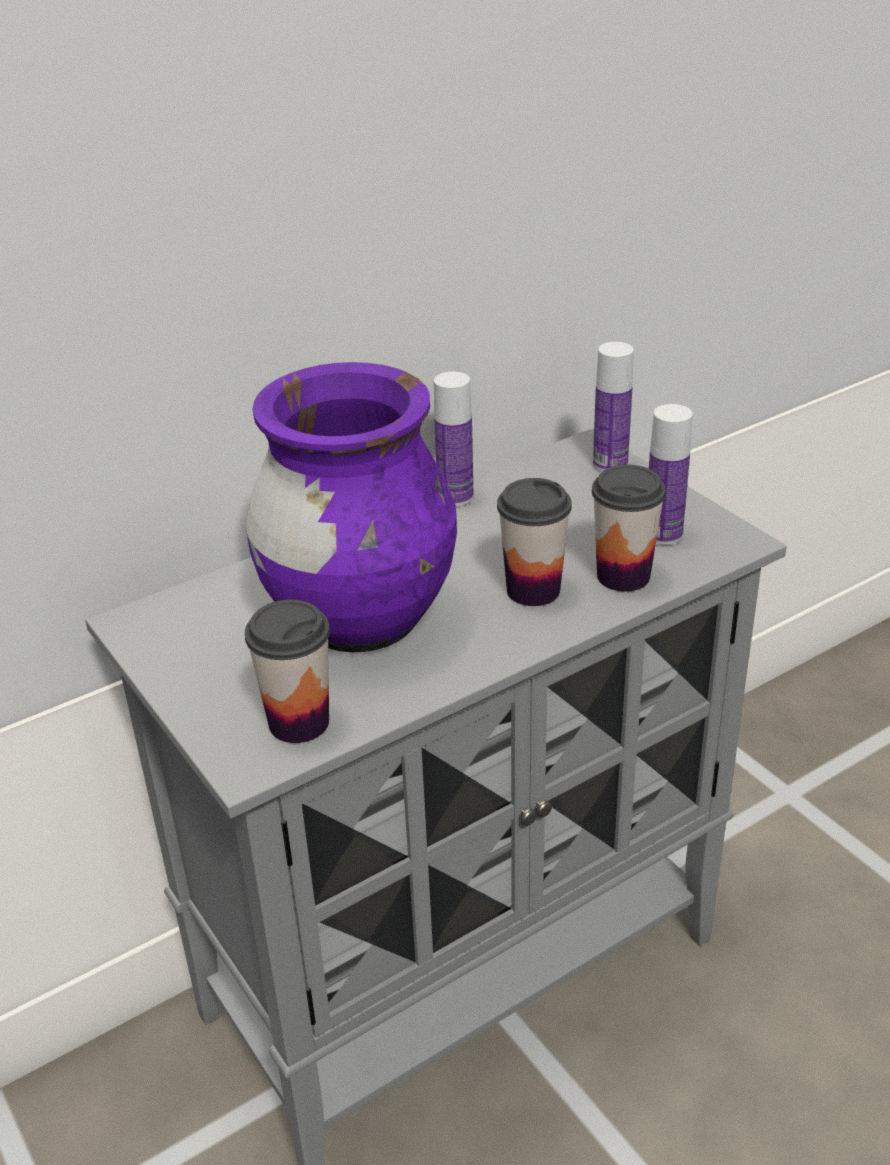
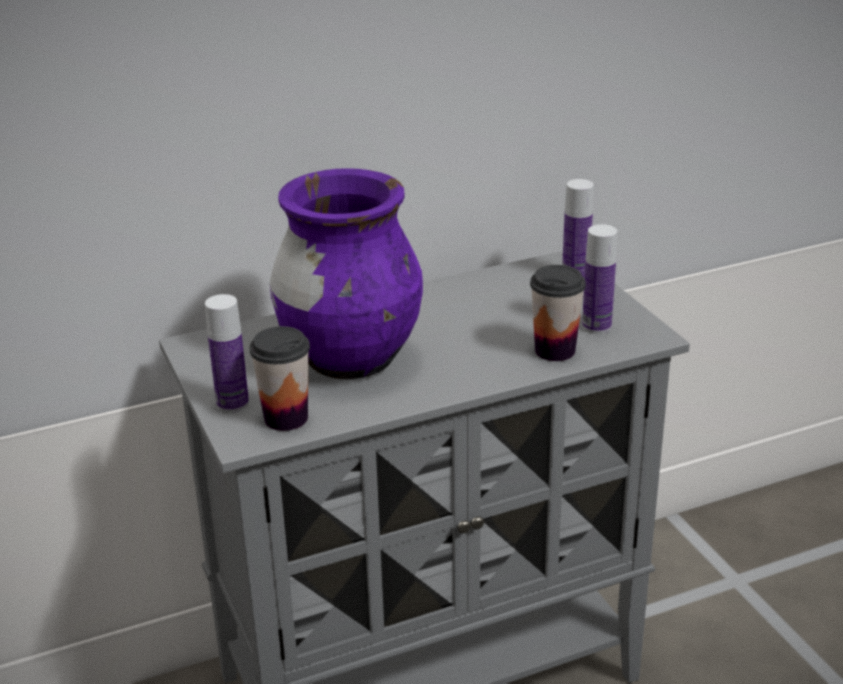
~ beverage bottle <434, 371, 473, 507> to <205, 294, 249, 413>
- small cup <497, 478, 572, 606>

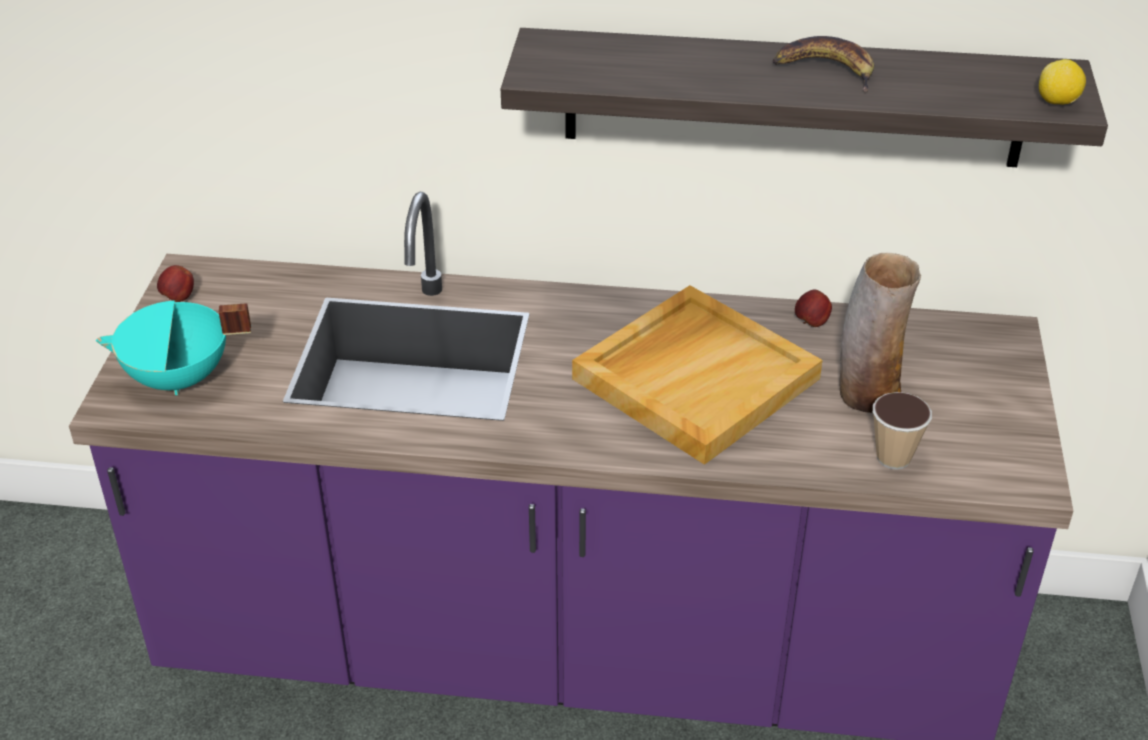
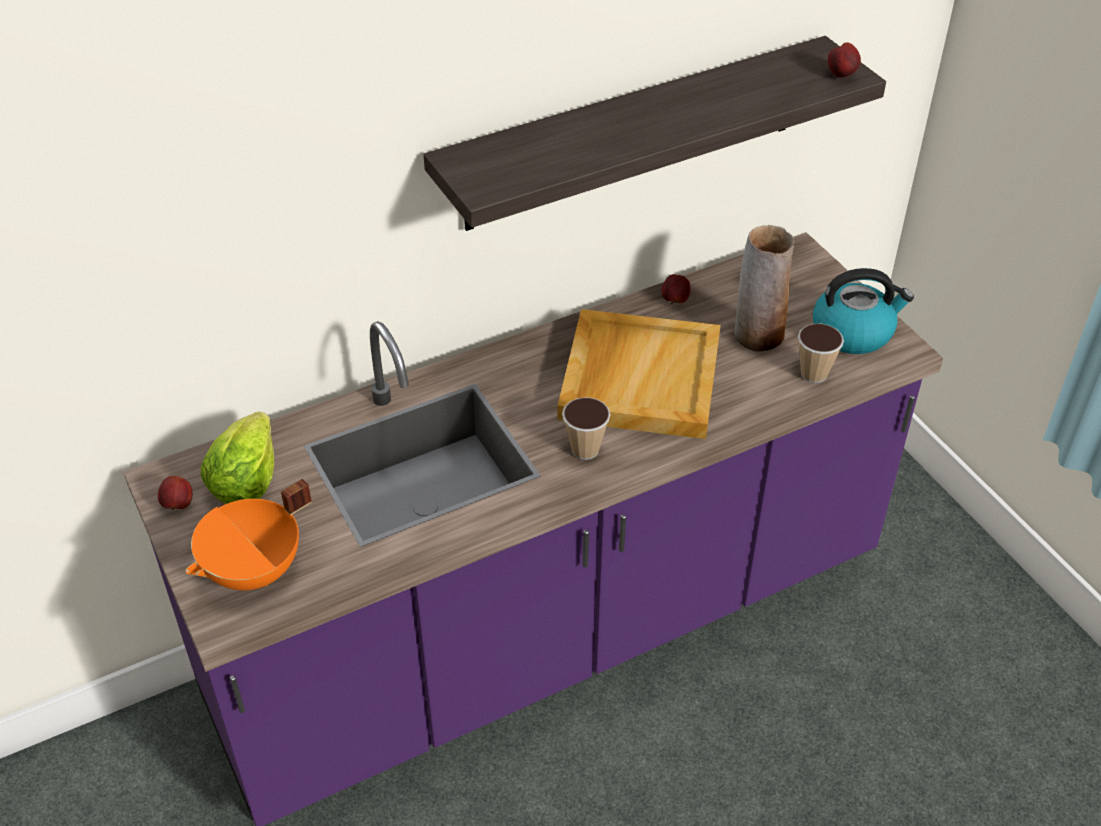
~ blue-green stockpot <96, 300, 251, 395> to orange stockpot <186, 479, 312, 590>
- whole banana <773, 36, 874, 93>
~ citrus fruit <1039, 59, 1086, 105> to whole apple <828, 42, 861, 78>
+ lettuce <201, 412, 274, 504>
+ small cup <562, 397, 610, 460>
+ water kettle <813, 268, 914, 354>

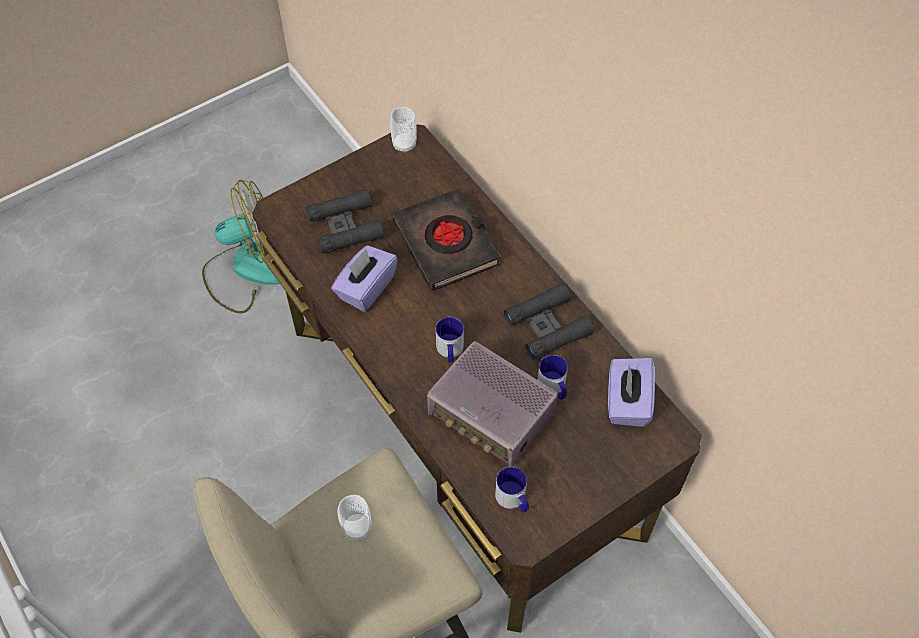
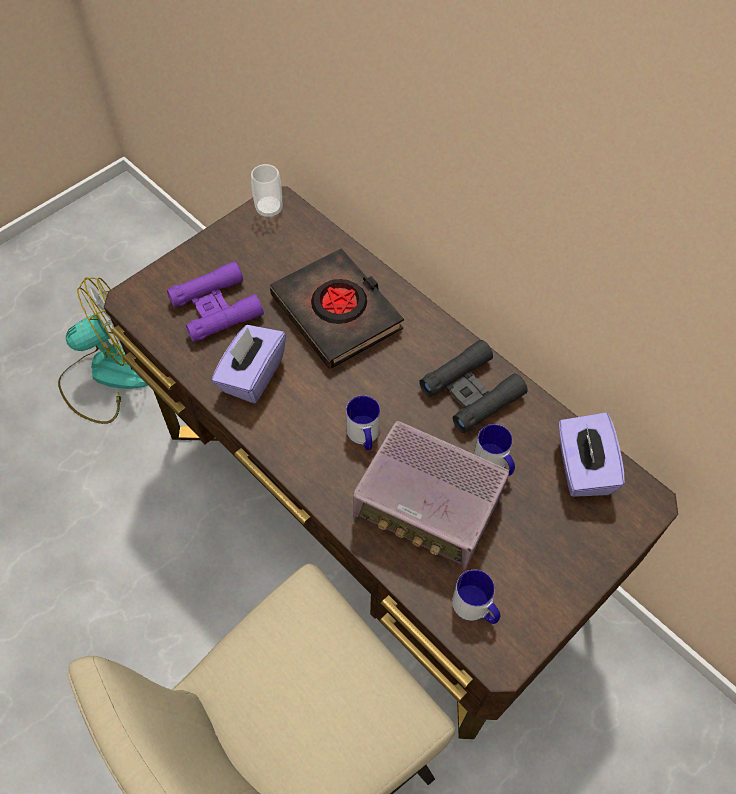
~ black binoculars <306, 189, 384, 254> to purple binoculars <167, 261, 264, 342>
- small cup <338, 495, 372, 541>

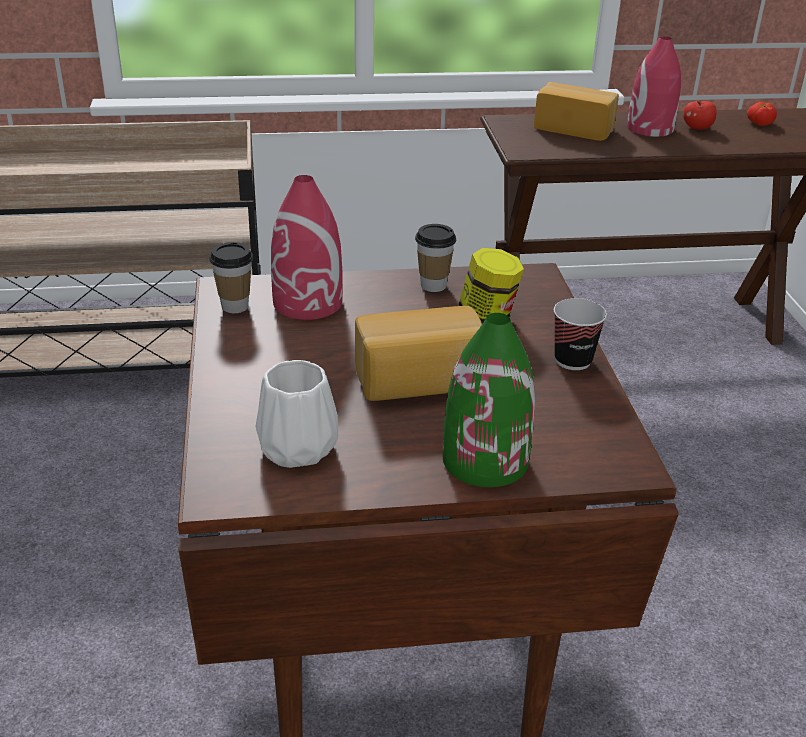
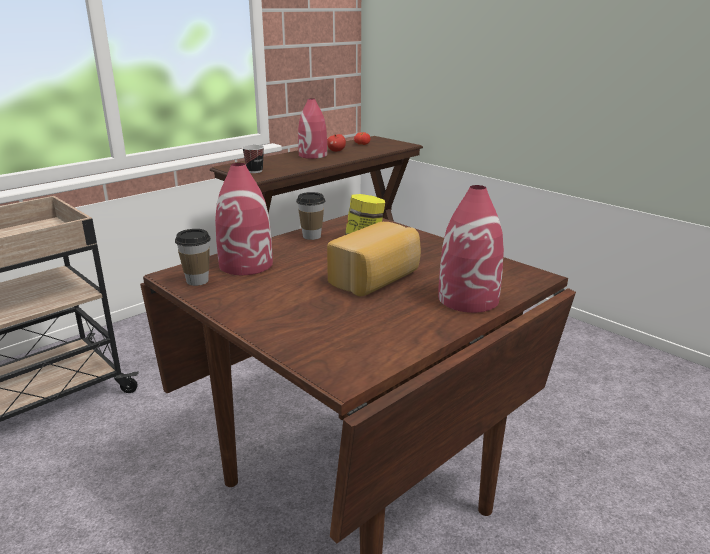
- whitish vase <256, 360, 338, 468>
~ green-coloured vase <443, 313, 535, 487> to red-coloured vase <438, 185, 504, 313>
- bakery bread <534, 82, 619, 141>
~ small cup <554, 298, 607, 370> to <242, 145, 264, 173>

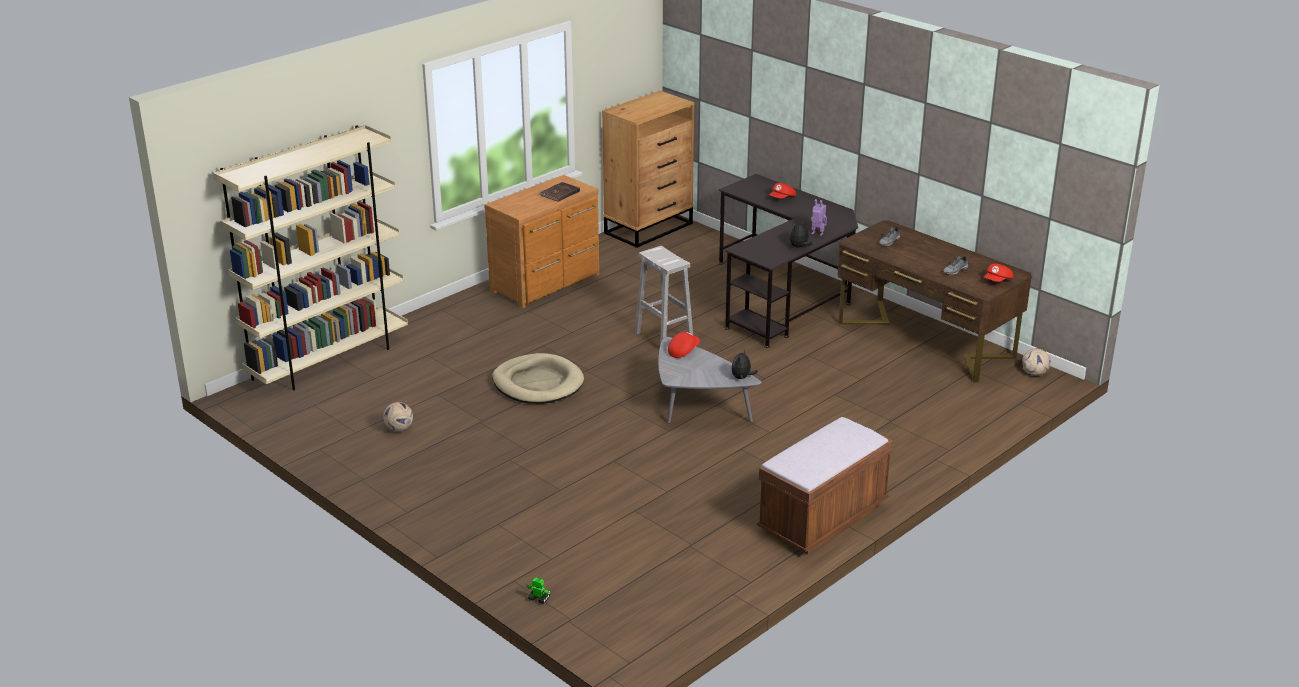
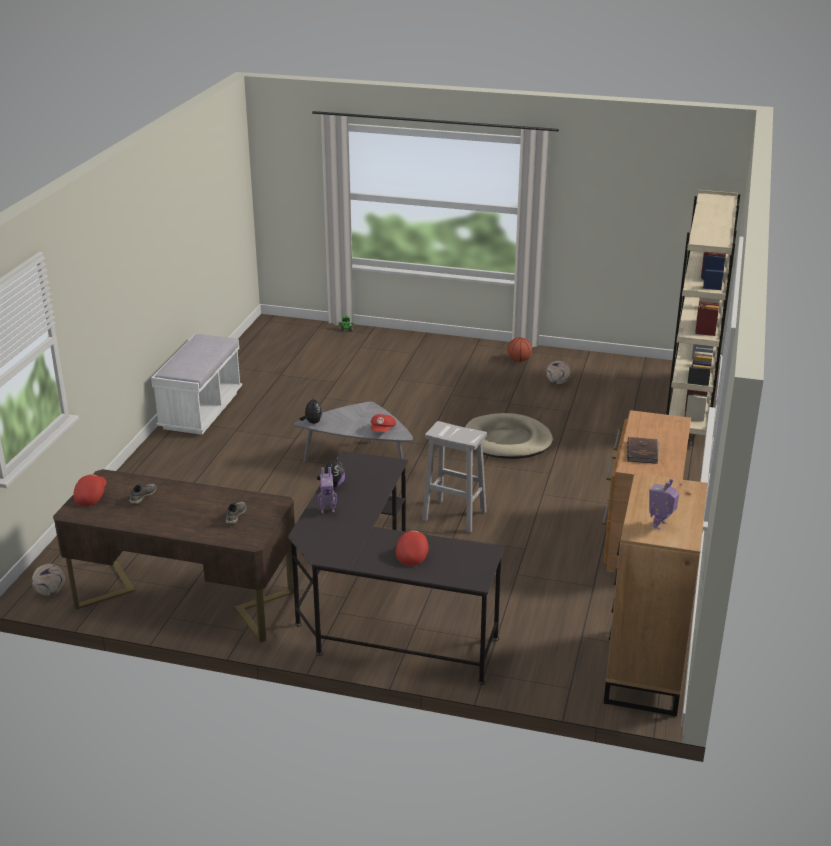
~ brownish indoor bench <757, 417, 894, 555> to whitish indoor bench <151, 334, 242, 435>
+ ball for basketball <507, 337, 532, 362>
+ robot figure <649, 478, 679, 530>

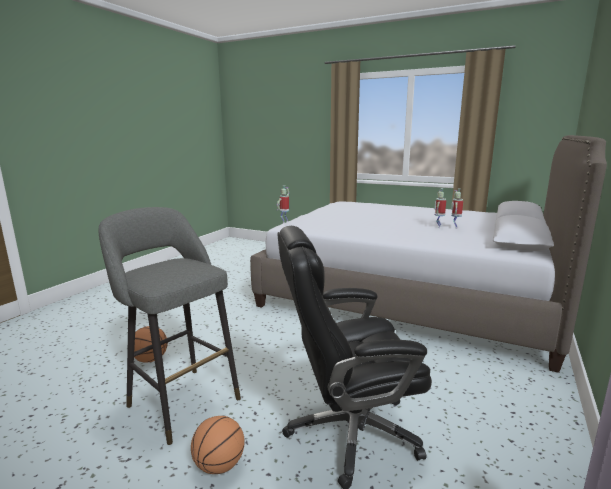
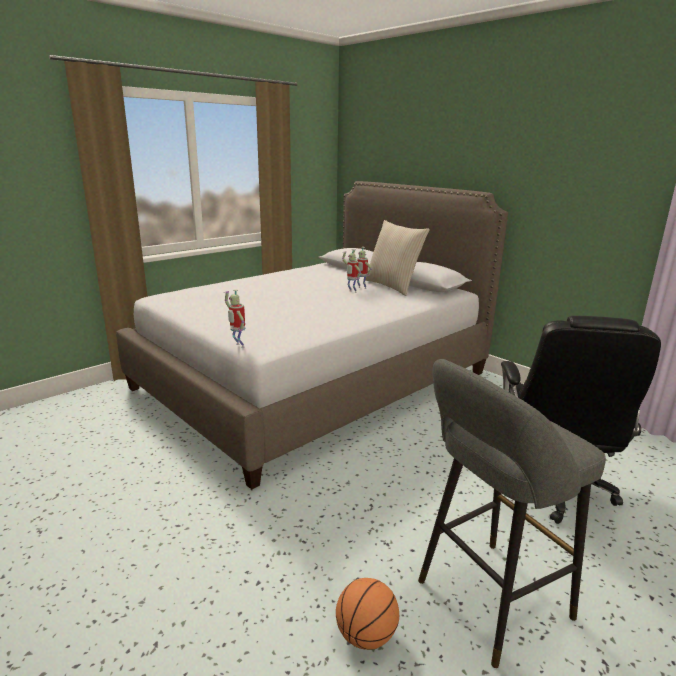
- ball for basketball <191, 416, 245, 474>
+ beige-coloured pillow <365, 220, 430, 296>

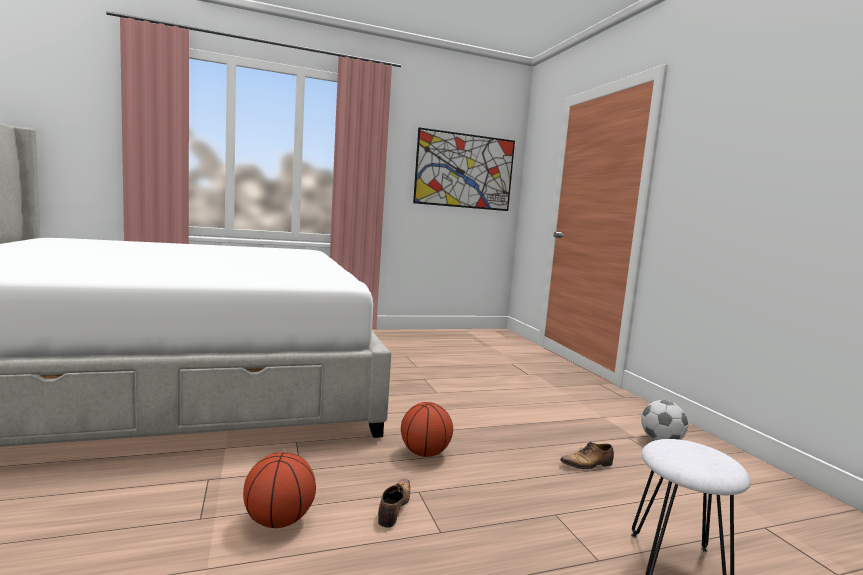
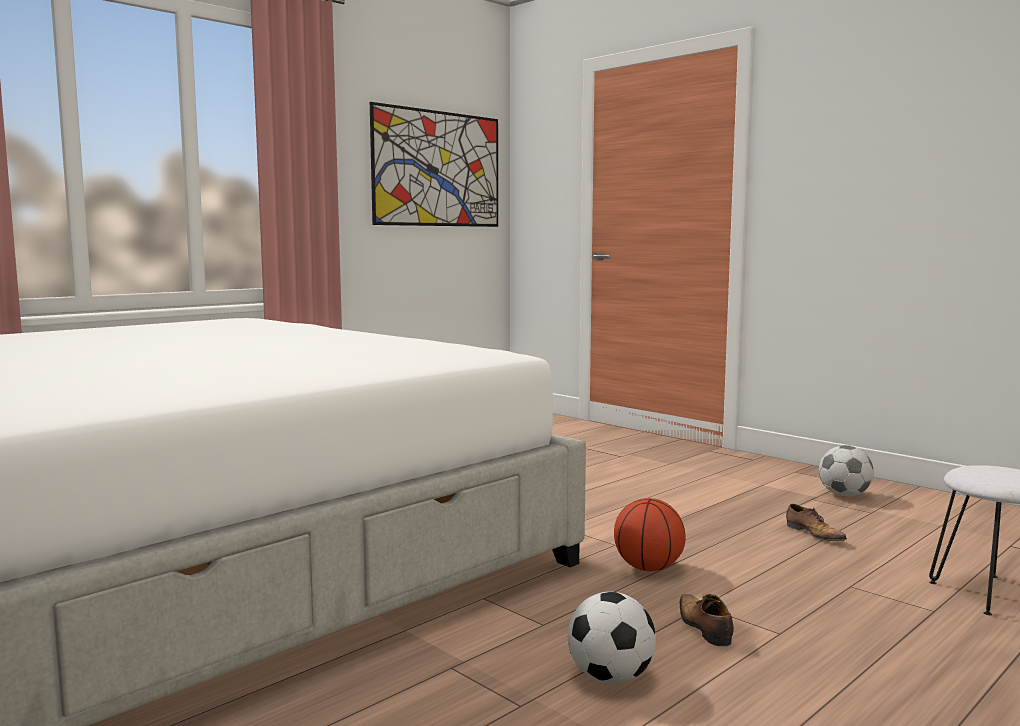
~ ball for basketball <243, 452, 316, 528> to football ball <568, 592, 656, 684>
~ item of footwear <560, 442, 614, 469> = <786, 504, 847, 541> 75 degrees counterclockwise

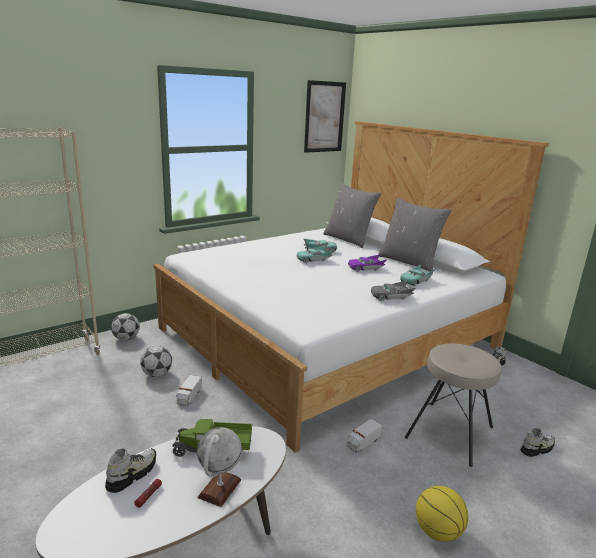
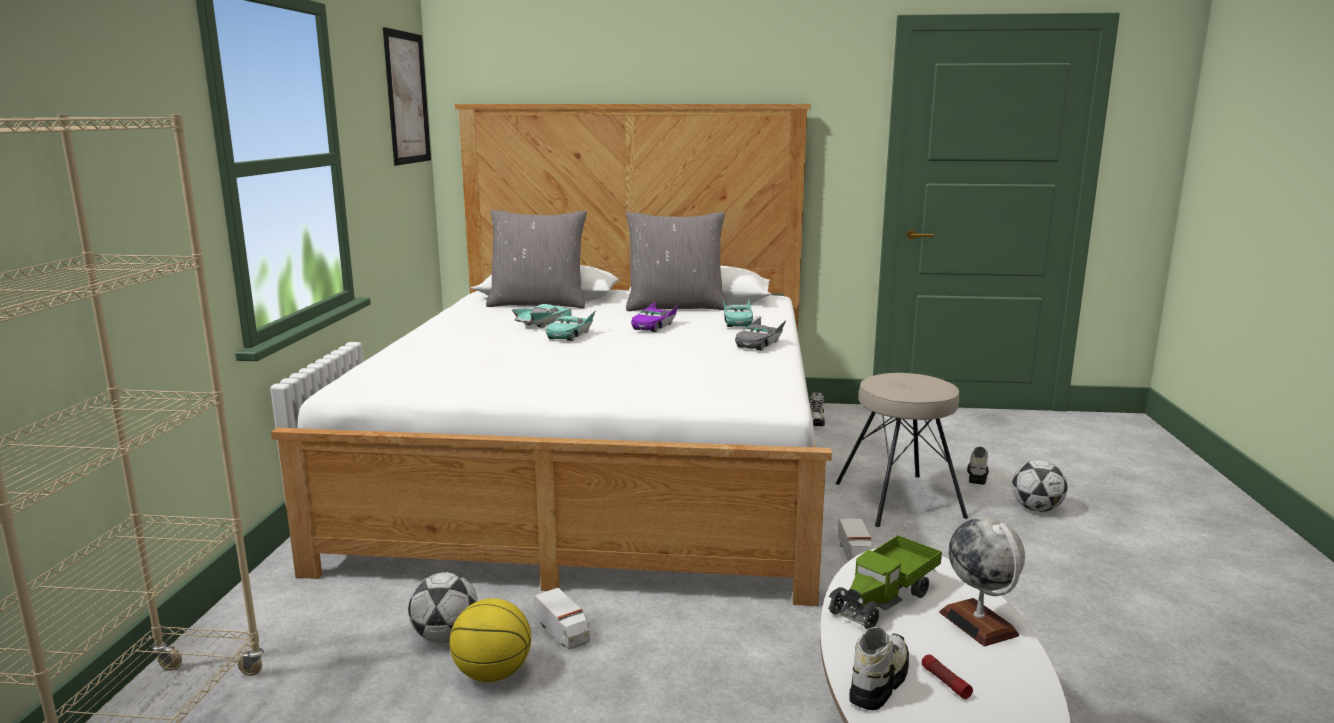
~ item of footwear <105, 448, 156, 493> = <849, 627, 909, 710> 45 degrees clockwise
~ football ball <111, 313, 140, 341> to <1012, 460, 1068, 512>
~ ball for basketball <416, 486, 469, 542> to <449, 598, 531, 682>

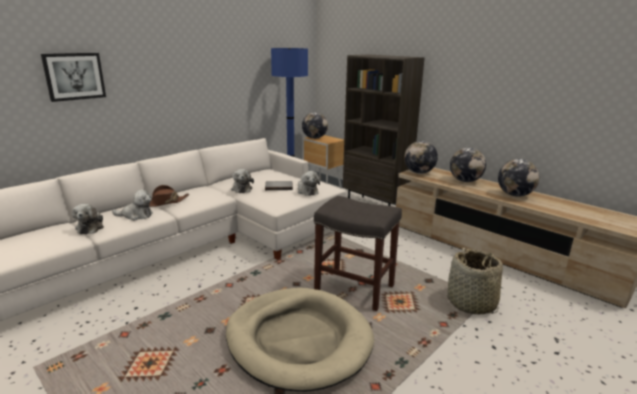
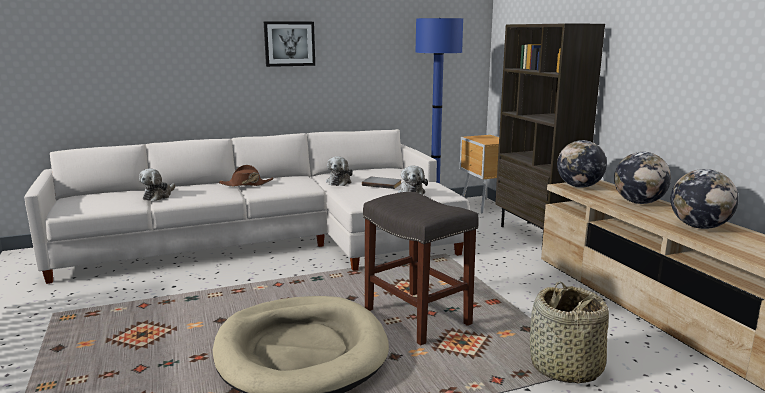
~ wall art <41, 53, 106, 102> to <264, 21, 315, 67>
- cuddly toy <112, 190, 153, 221>
- world globe <302, 112, 328, 139>

